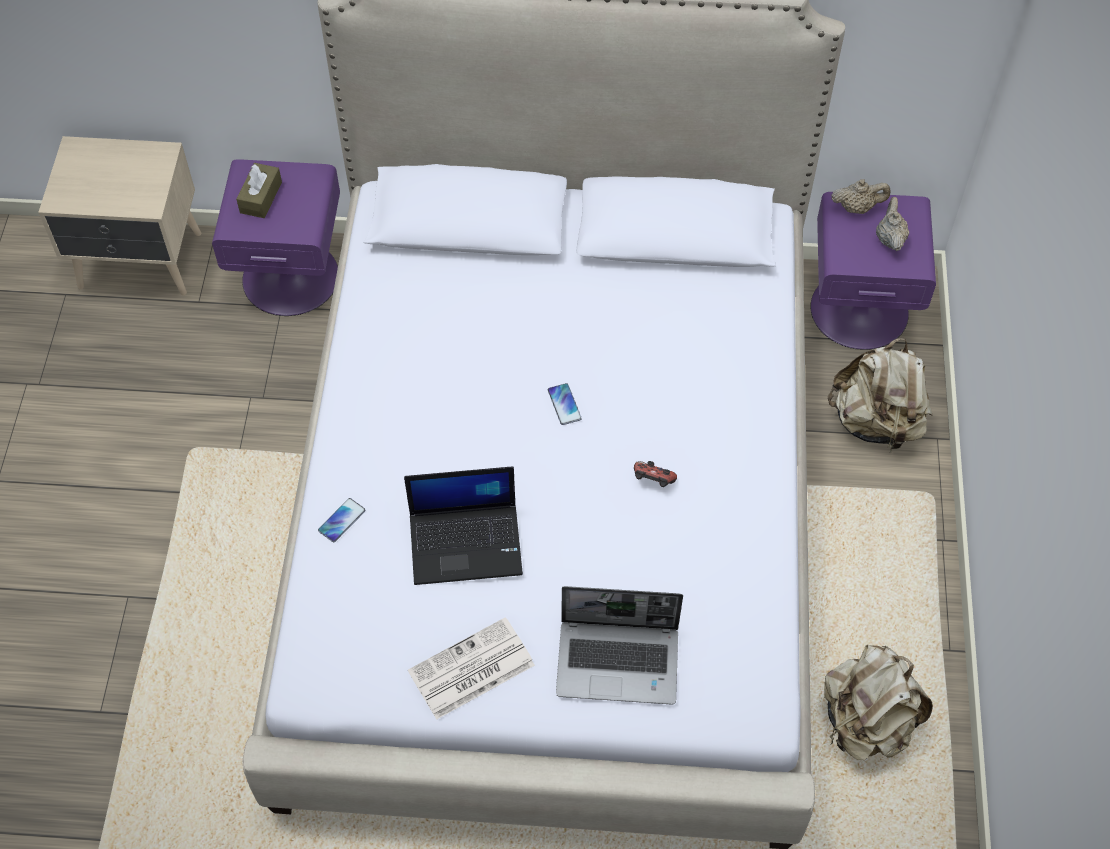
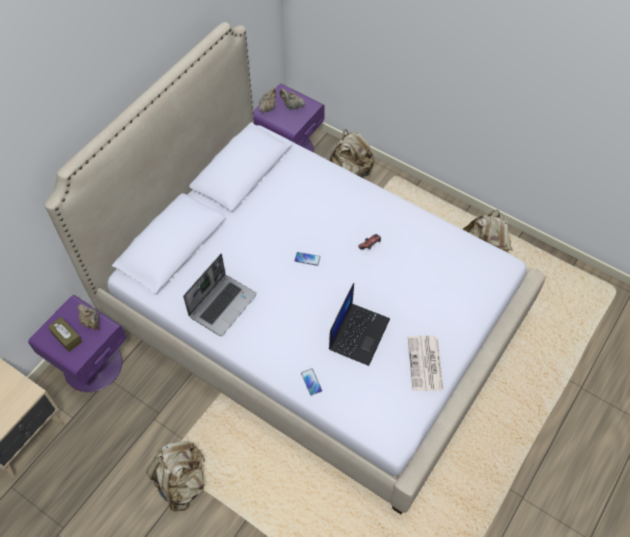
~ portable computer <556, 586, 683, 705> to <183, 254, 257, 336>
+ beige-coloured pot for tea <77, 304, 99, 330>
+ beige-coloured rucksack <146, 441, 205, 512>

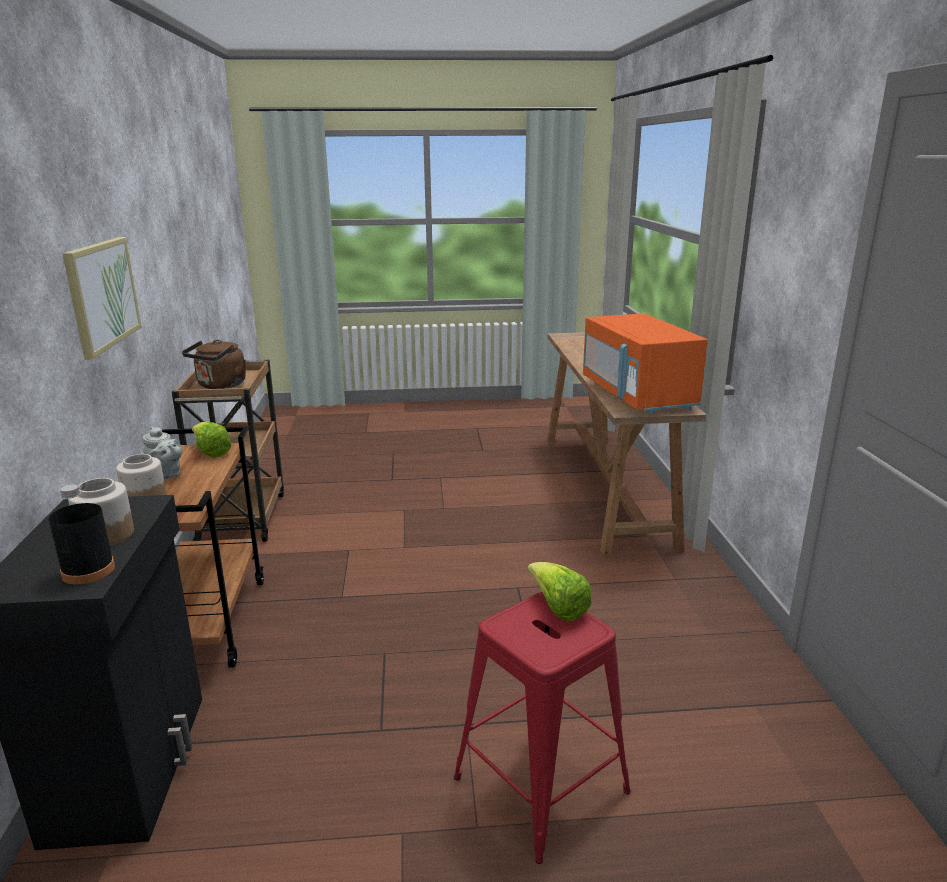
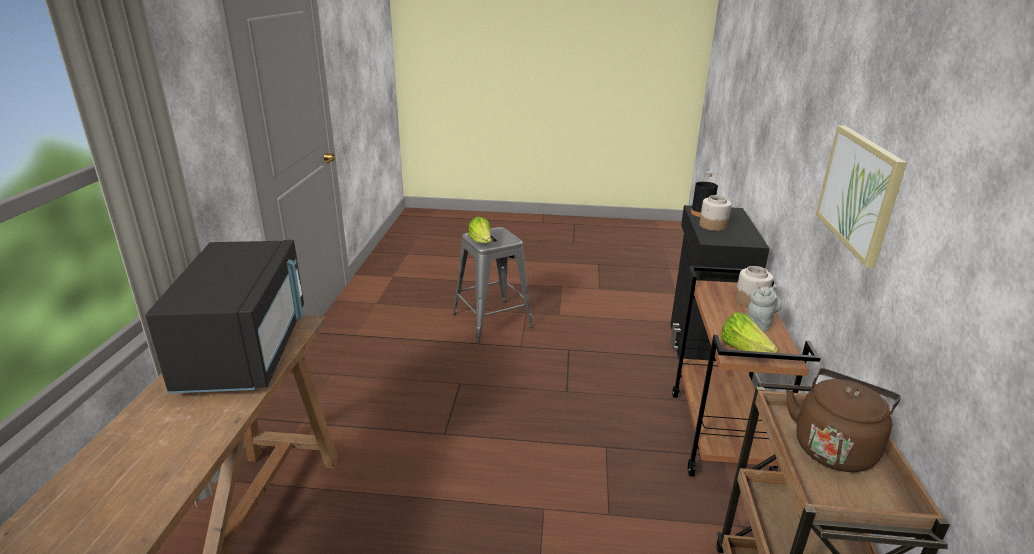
~ gray pot for tea <142, 426, 182, 479> = <747, 284, 782, 332> 75 degrees clockwise
~ red-coloured stool <454, 592, 631, 864> to gray stool <453, 227, 533, 342>
~ orange kitchen microwave <583, 313, 708, 414> to black kitchen microwave <145, 240, 304, 393>

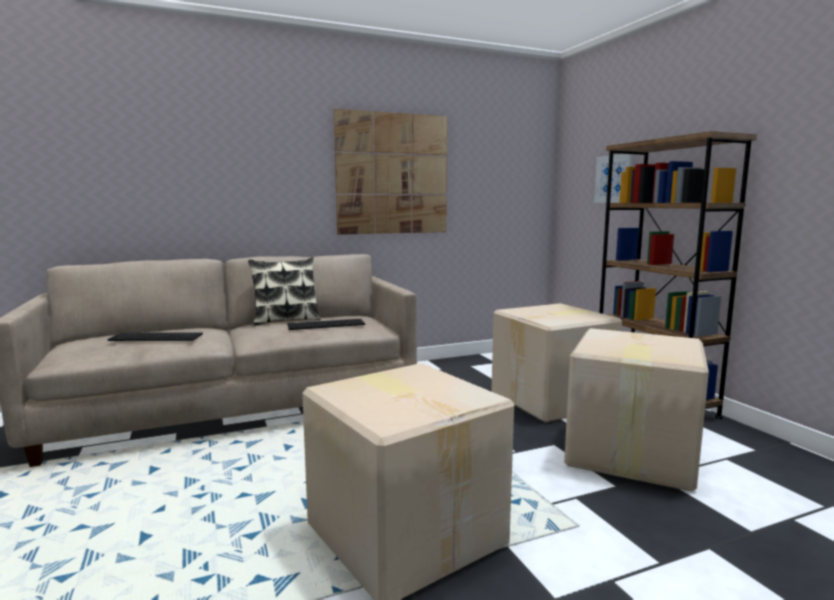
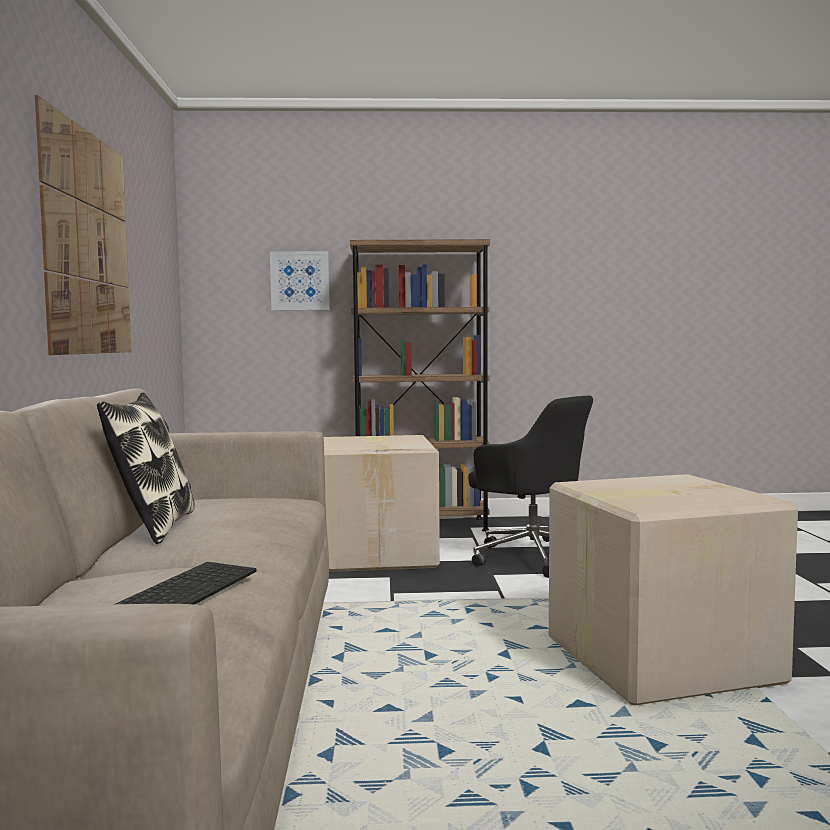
- computer keyboard <287, 319, 365, 330>
~ cardboard box <564, 328, 709, 492> to black office chair <468, 396, 593, 578>

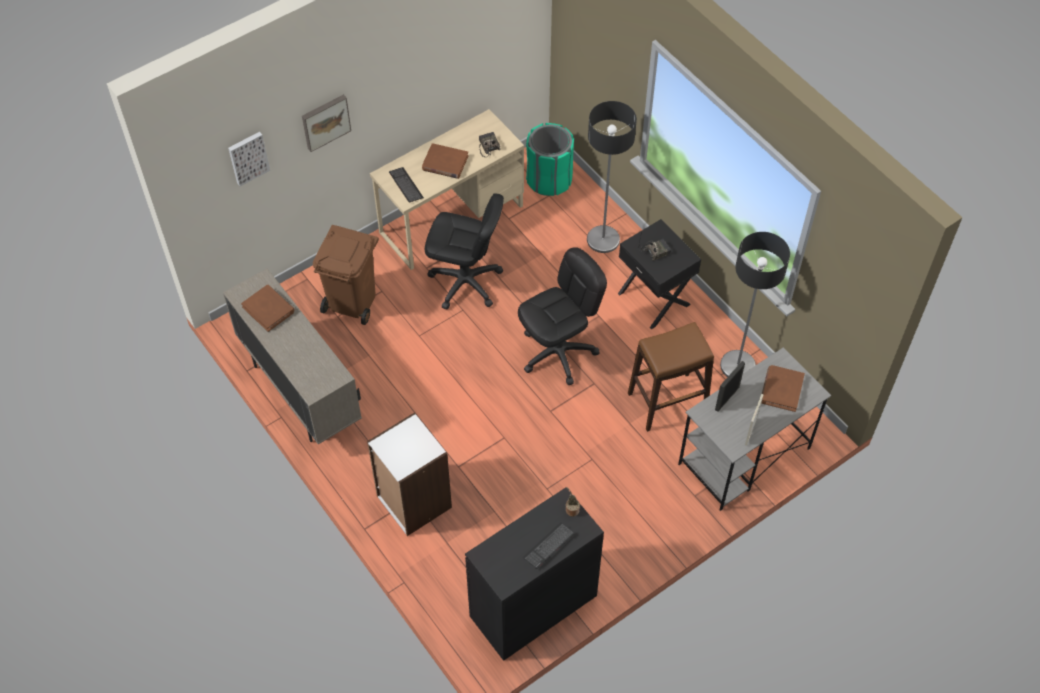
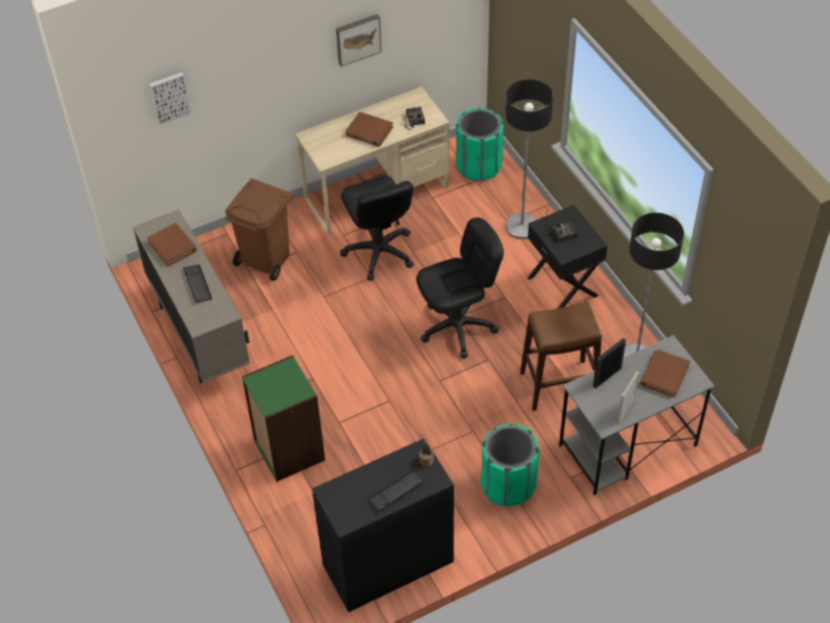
~ wall art <302, 95, 351, 152> to <336, 14, 382, 67>
~ whitish bookcase <367, 412, 452, 536> to green-coloured bookcase <242, 355, 325, 482>
~ computer keyboard <389, 167, 424, 202> to <183, 265, 213, 303>
~ black office chair <425, 194, 504, 310> = <340, 175, 414, 281> 45 degrees clockwise
+ green-coloured waste bin <481, 423, 540, 507>

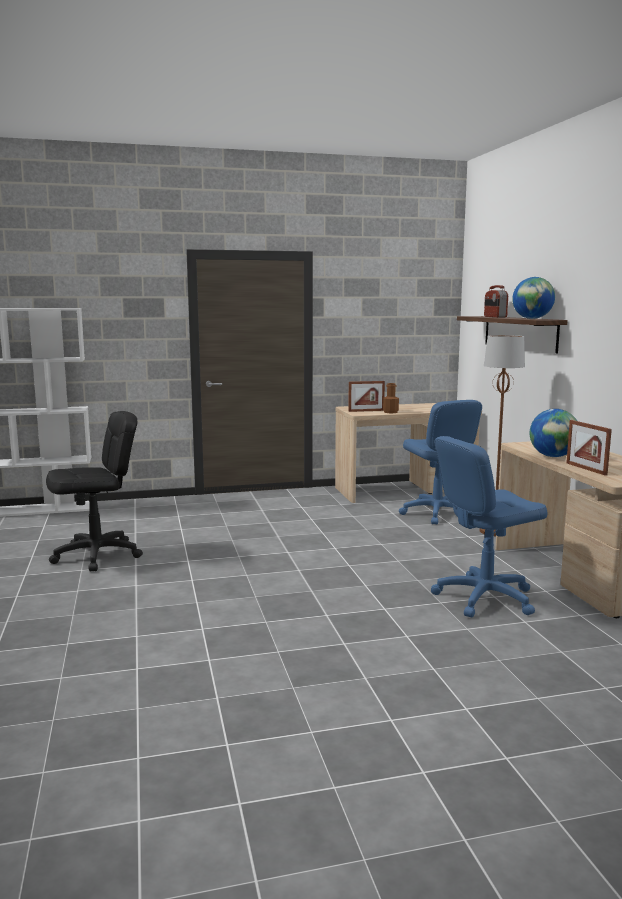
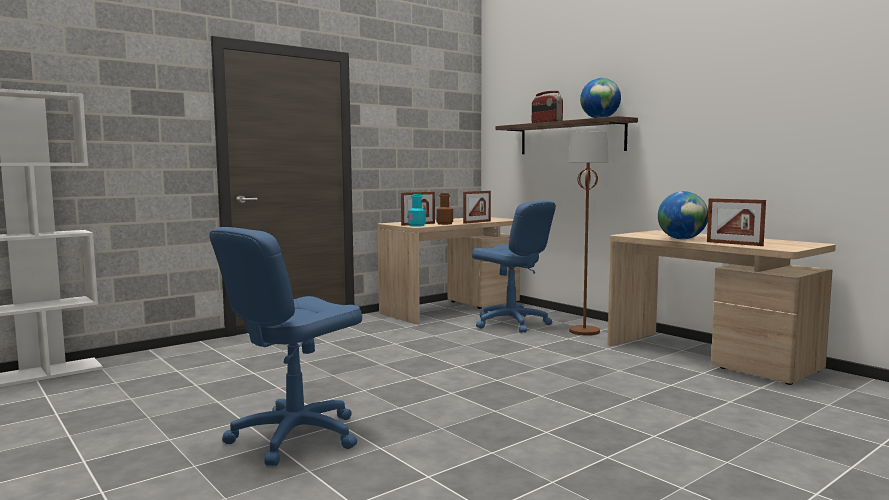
- black office chair <46, 411, 143, 572>
~ blue office chair <431, 436, 547, 617> to <209, 227, 362, 466>
+ blue-green beverage bottle <408, 194, 426, 227>
+ picture frame <463, 191, 491, 224>

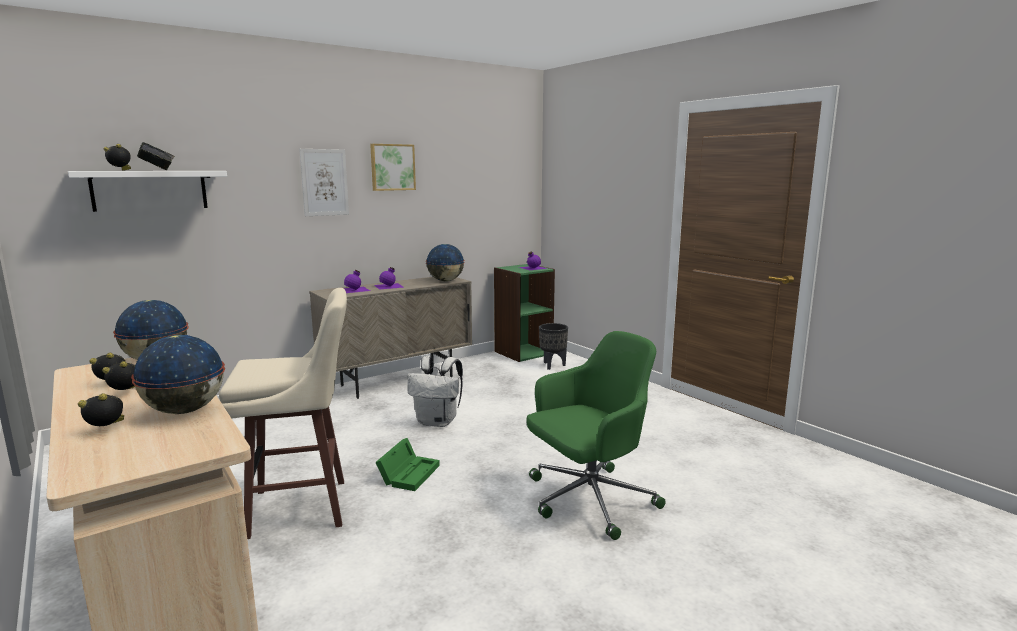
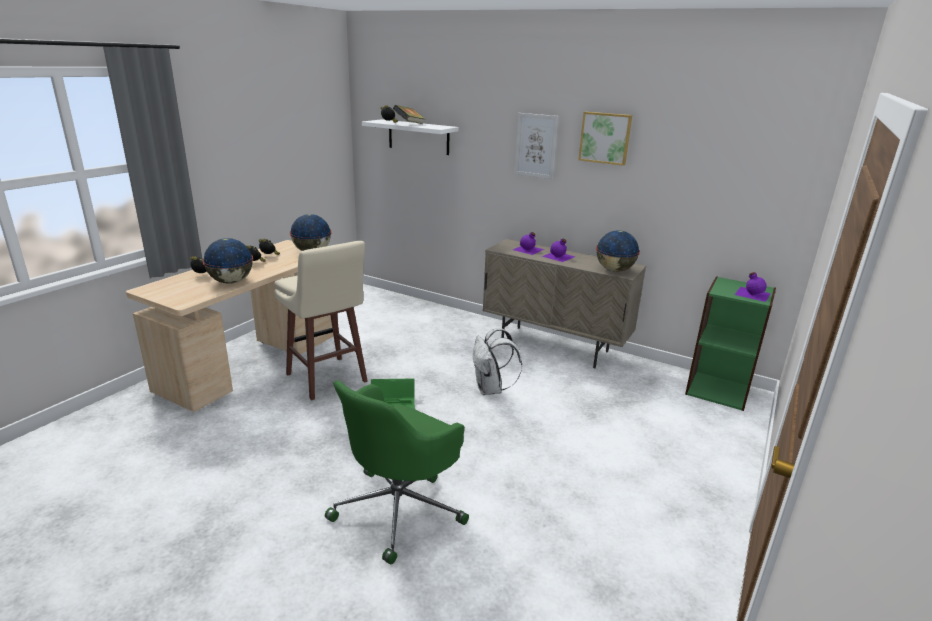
~ green-coloured office chair <526, 331, 666, 540> = <325, 380, 469, 564> 90 degrees clockwise
- black planter <539, 323, 568, 370>

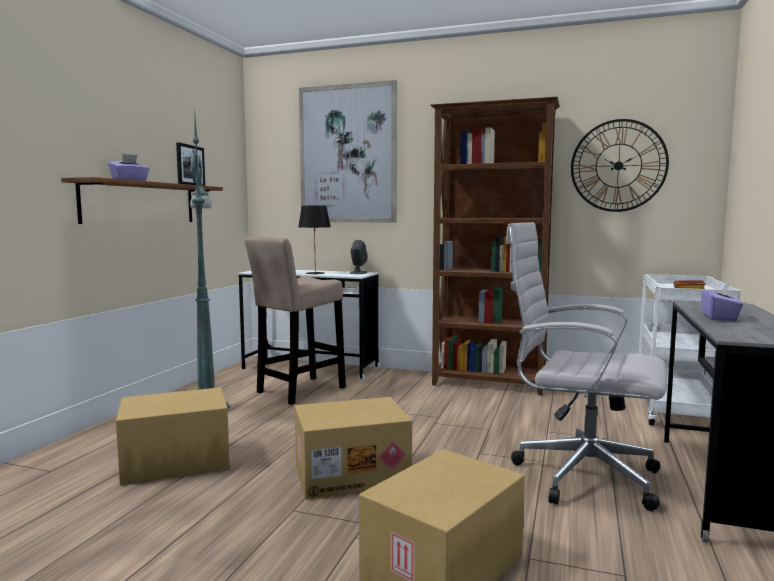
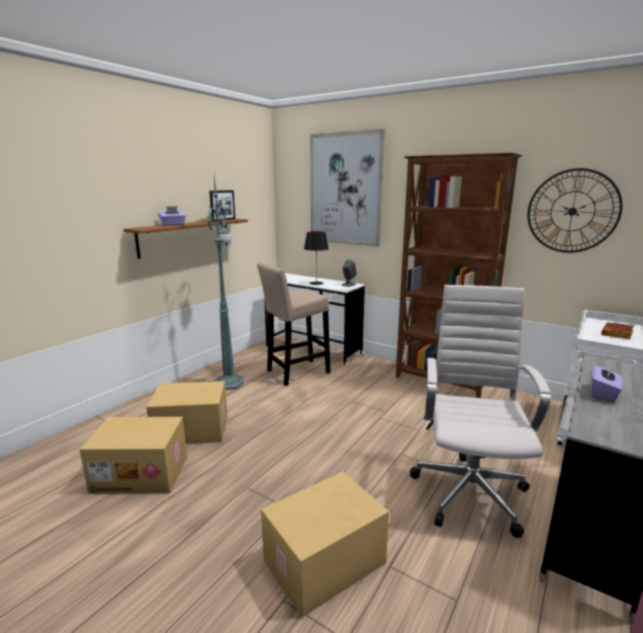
~ cardboard box <294, 397, 412, 499> to <79, 417, 187, 494>
~ whitish office chair <505, 222, 668, 511> = <410, 285, 551, 538> 60 degrees clockwise

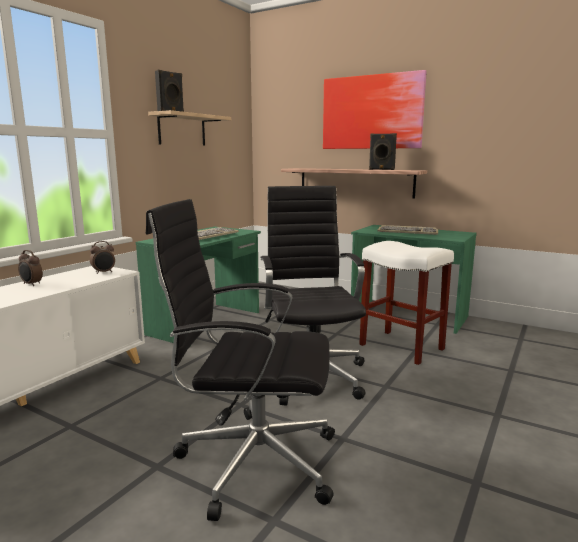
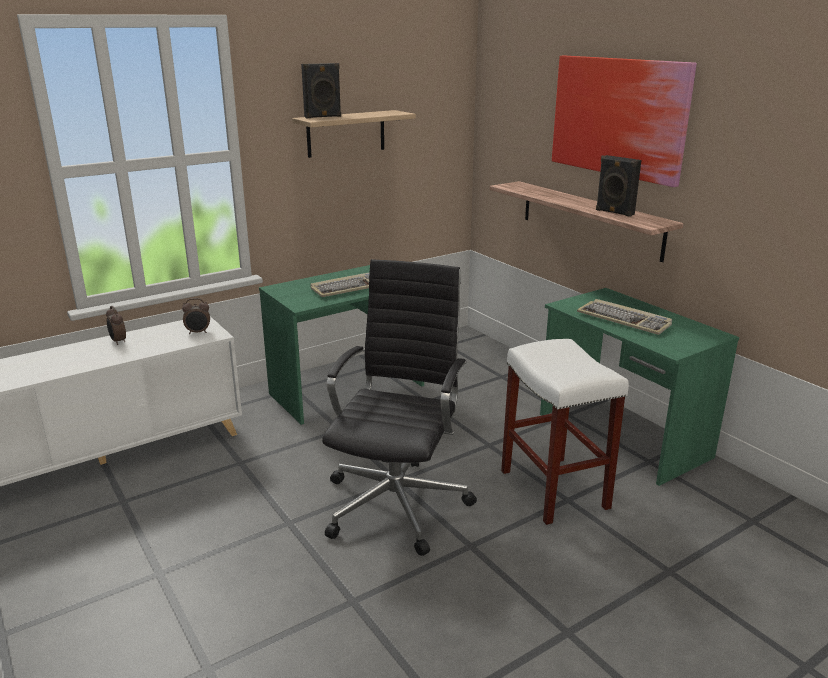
- black office chair <146, 199, 335, 521>

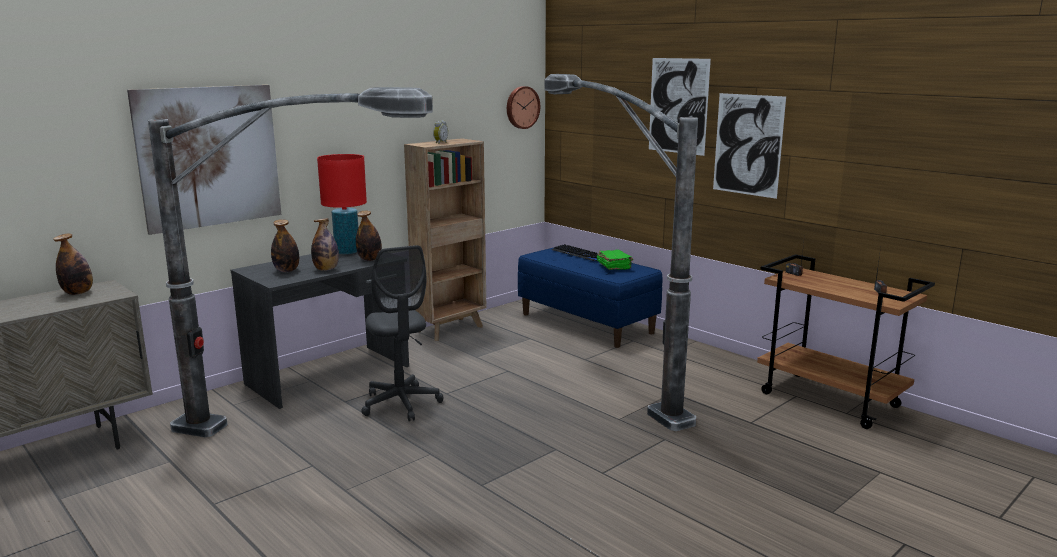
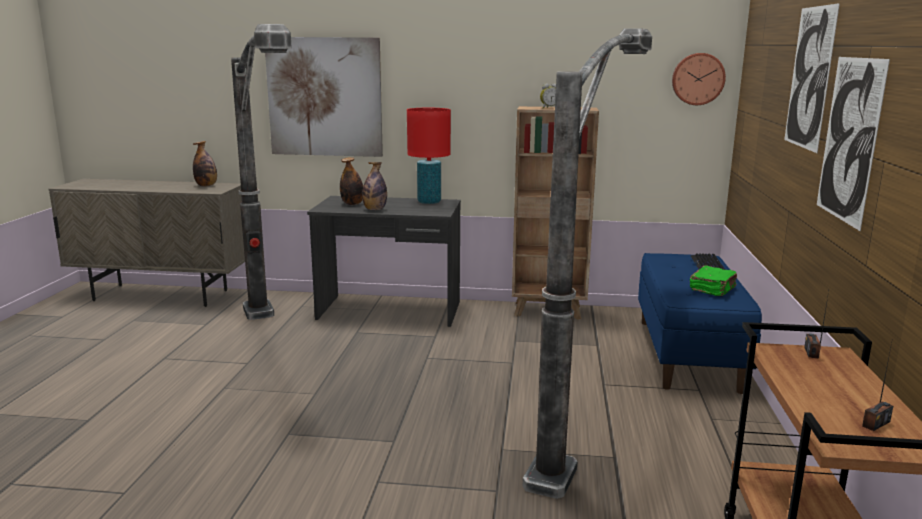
- beverage bottle <356, 211, 382, 261>
- gray office chair <361, 245, 443, 421>

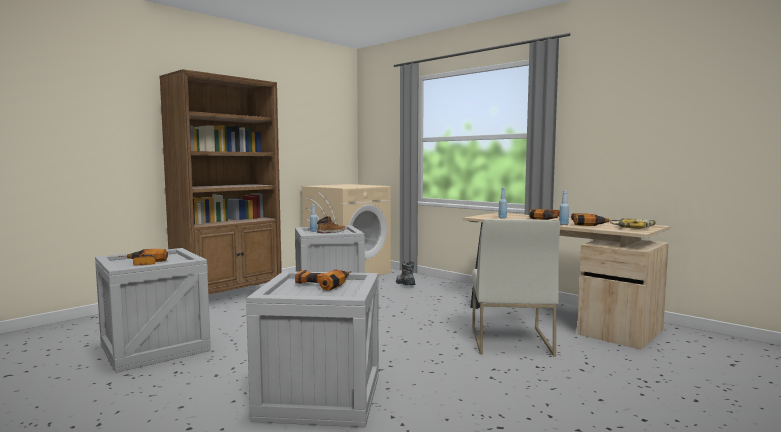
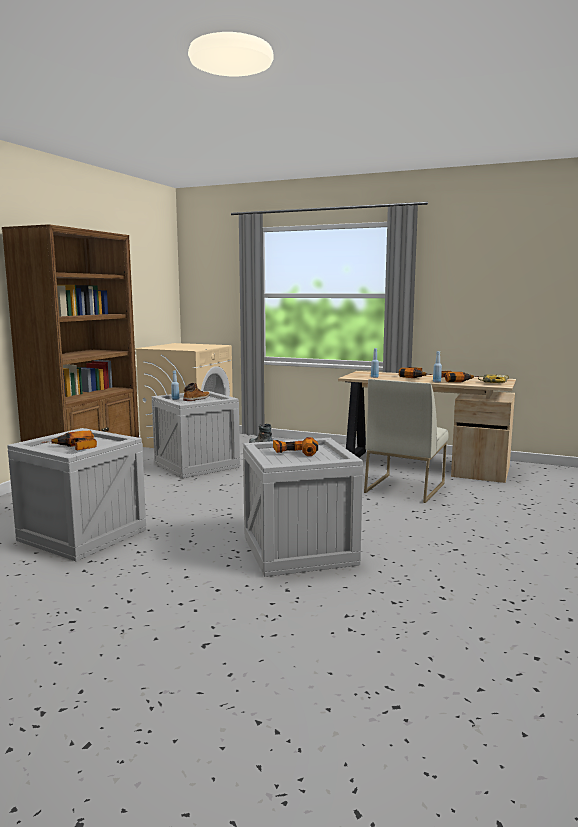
~ whitish chair <471, 219, 560, 357> = <364, 379, 449, 503> 45 degrees clockwise

